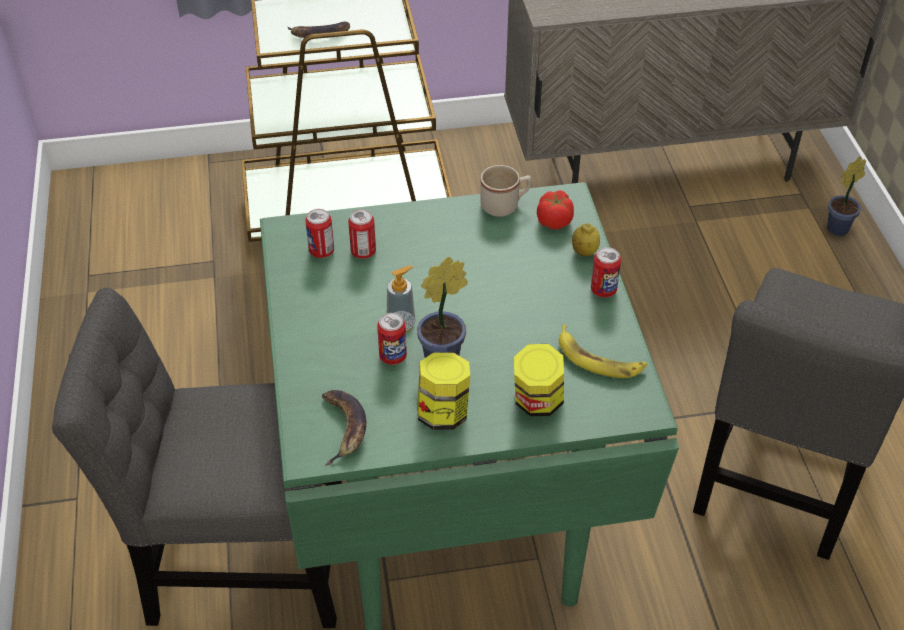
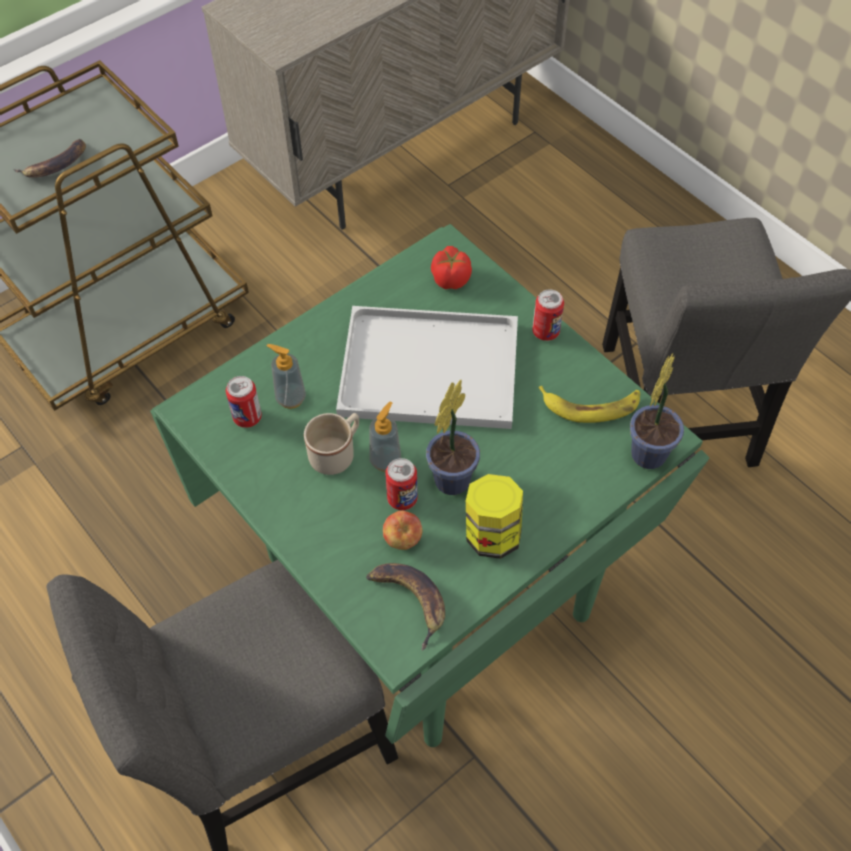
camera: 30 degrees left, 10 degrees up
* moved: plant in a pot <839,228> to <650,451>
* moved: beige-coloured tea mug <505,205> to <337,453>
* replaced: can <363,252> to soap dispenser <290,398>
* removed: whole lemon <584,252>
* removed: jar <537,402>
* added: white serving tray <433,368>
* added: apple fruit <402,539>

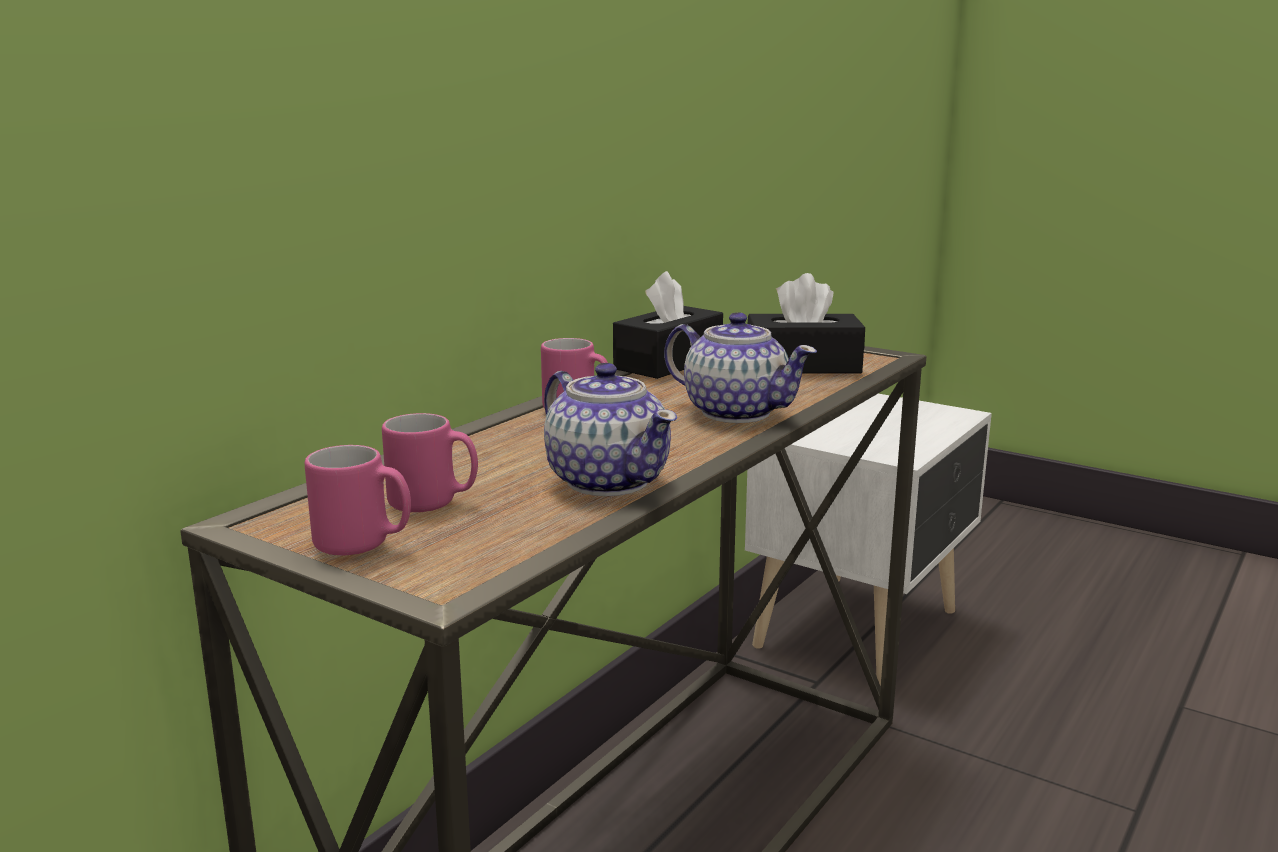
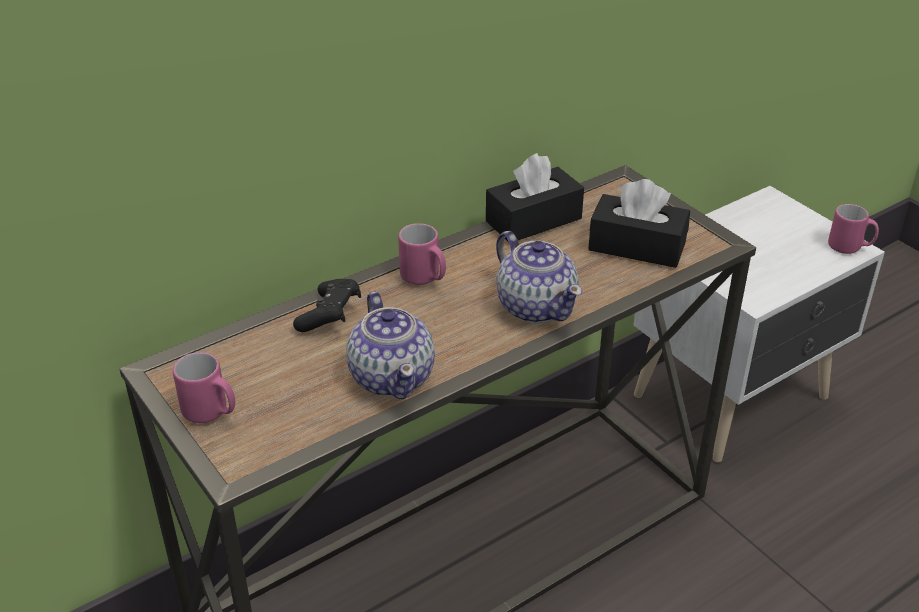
camera: 20 degrees right, 20 degrees up
* moved: pink-coloured tea mug <434,503> to <850,247>
* added: black gamepad <330,316>

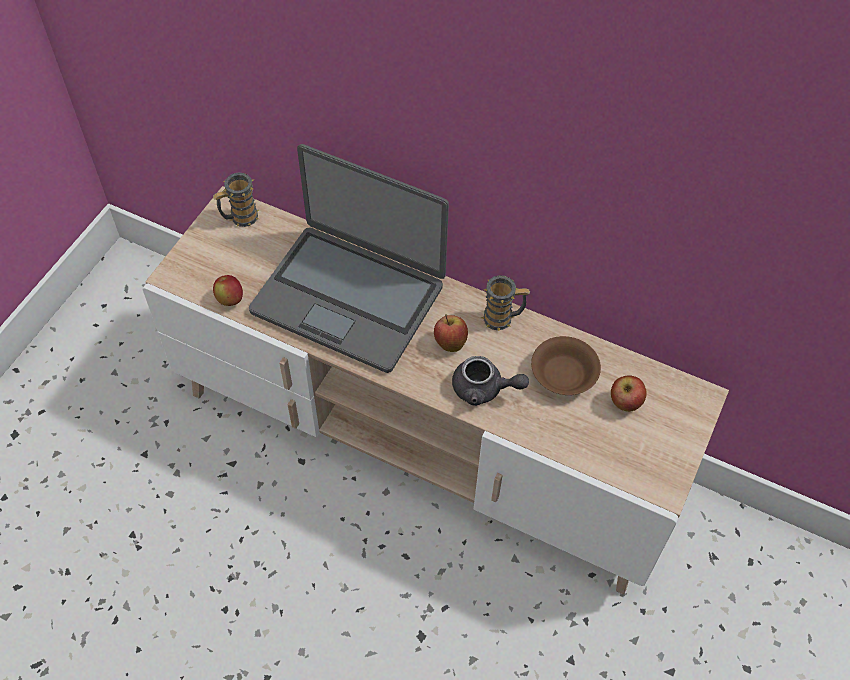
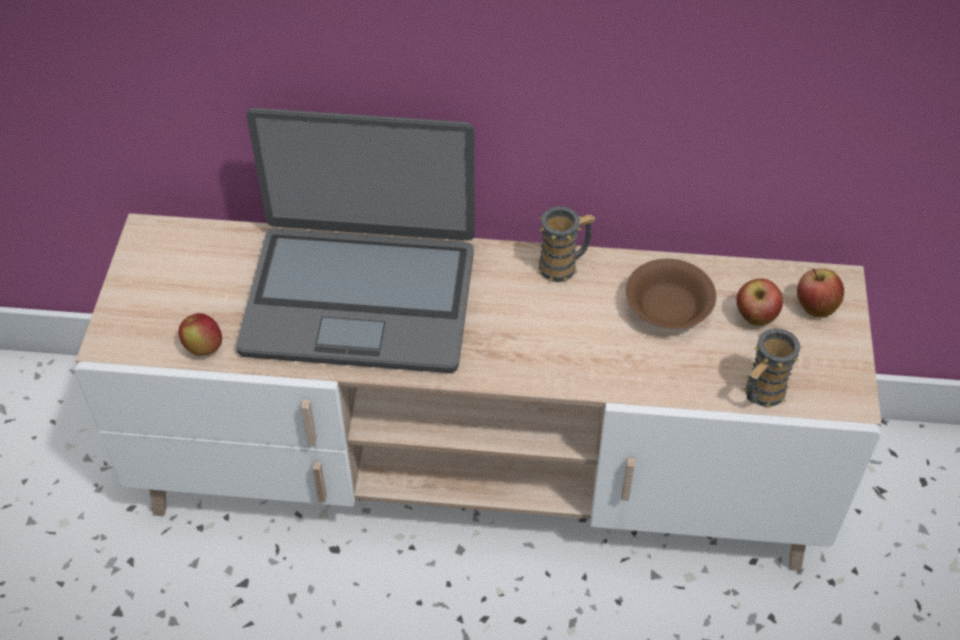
camera: 20 degrees left, 5 degrees down
* moved: tea mug <239,218> to <760,395>
* moved: apple fruit <450,343> to <815,307>
* removed: greyish tea pot <484,389>

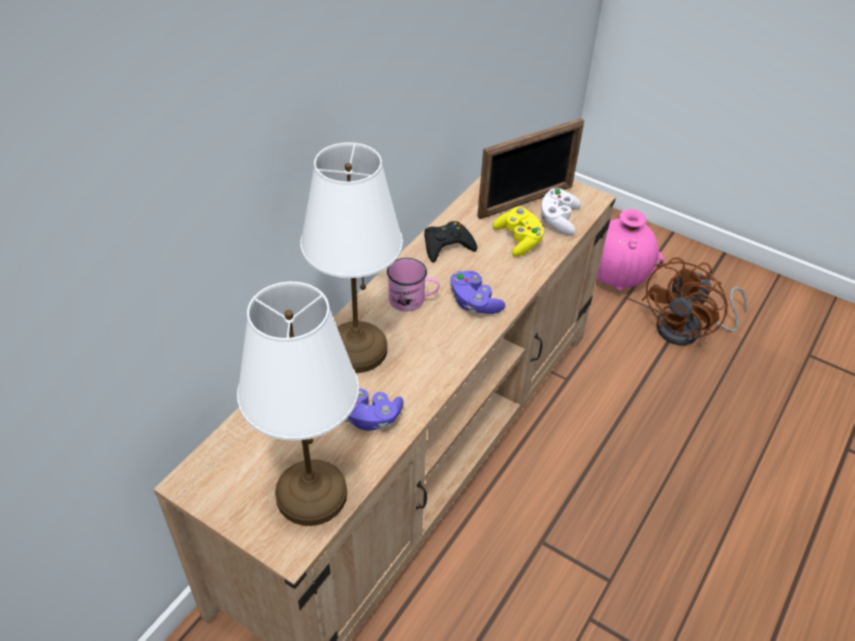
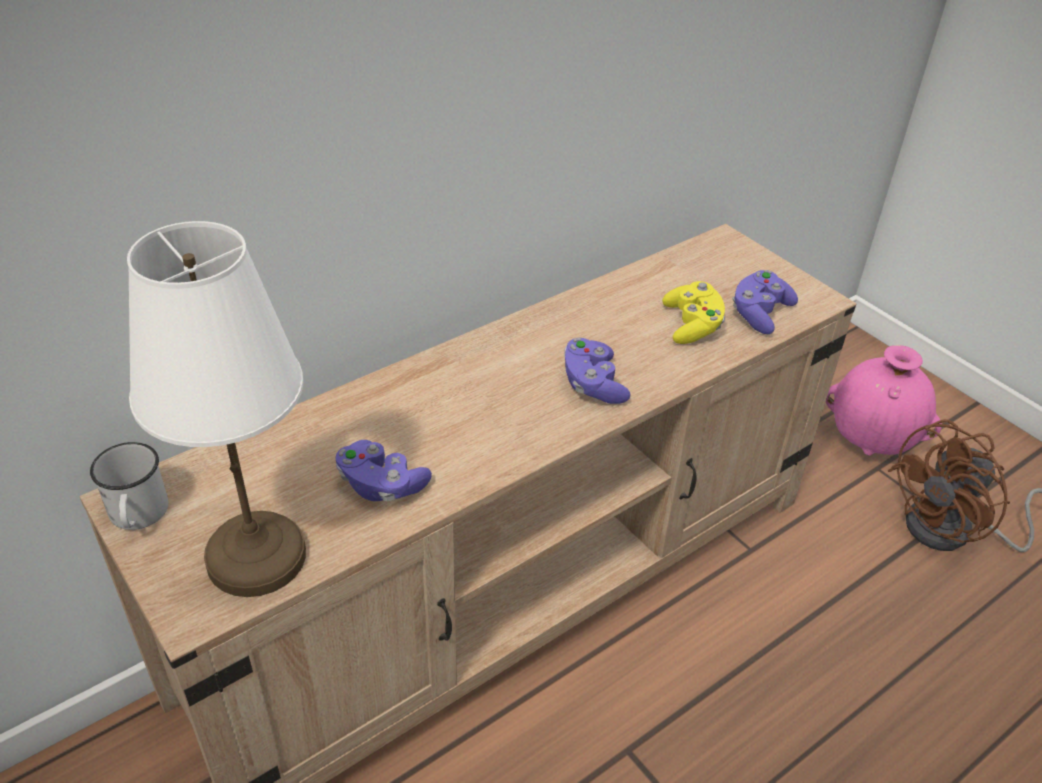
camera: 20 degrees right, 5 degrees down
* removed: photo frame <526,202>
* removed: white table lamp <355,350>
* recoloured: white gamepad <558,220> to purplish gamepad <759,314>
* removed: black gamepad <447,246>
* removed: pink-coloured tea mug <412,300>
* added: white tea mug <138,516>

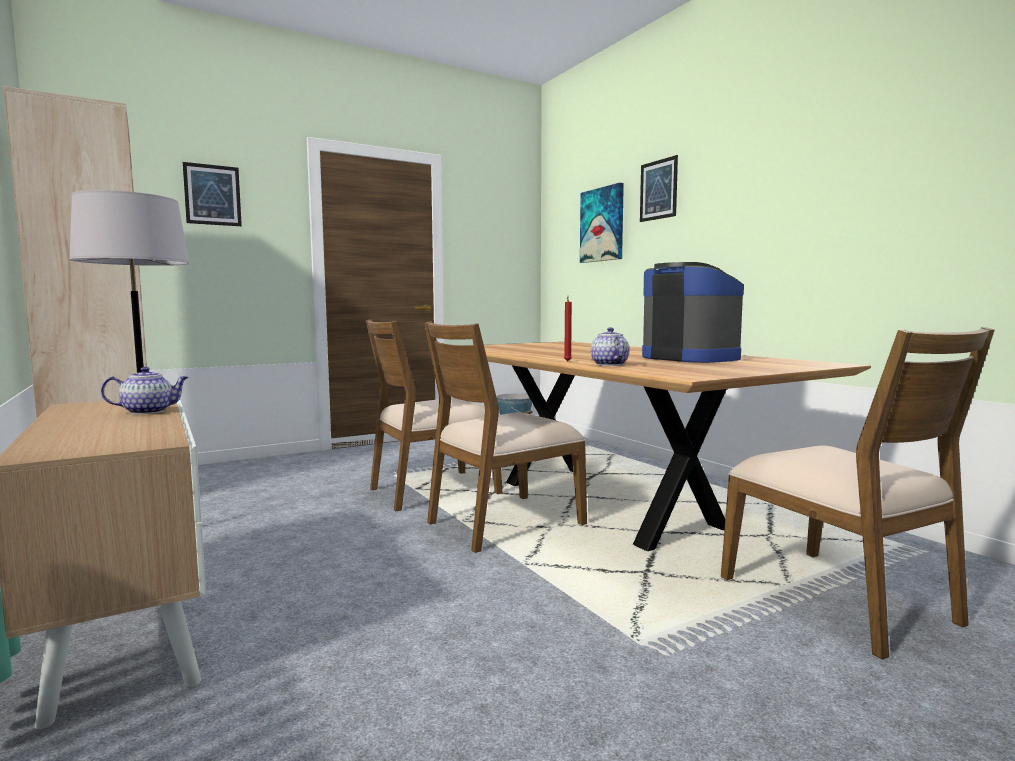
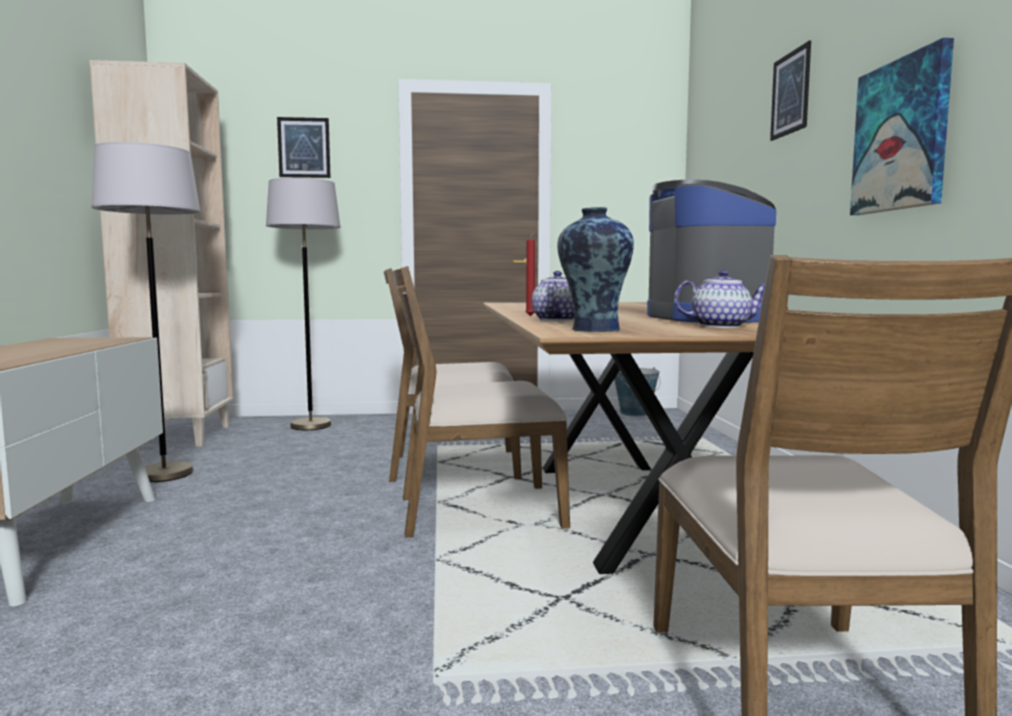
camera: 25 degrees right, 0 degrees up
* moved: wall art <602,225> to <901,135>
* moved: tea pot <149,411> to <721,326>
* added: greyish standard lamp <311,426>
* added: vase <593,330>

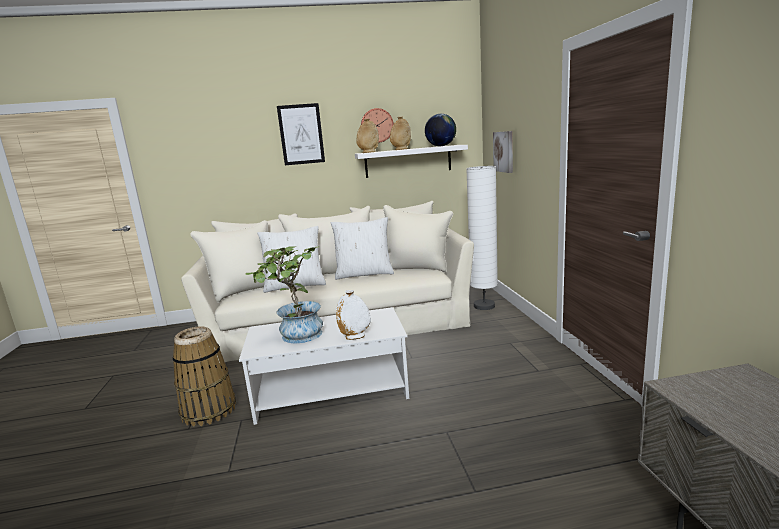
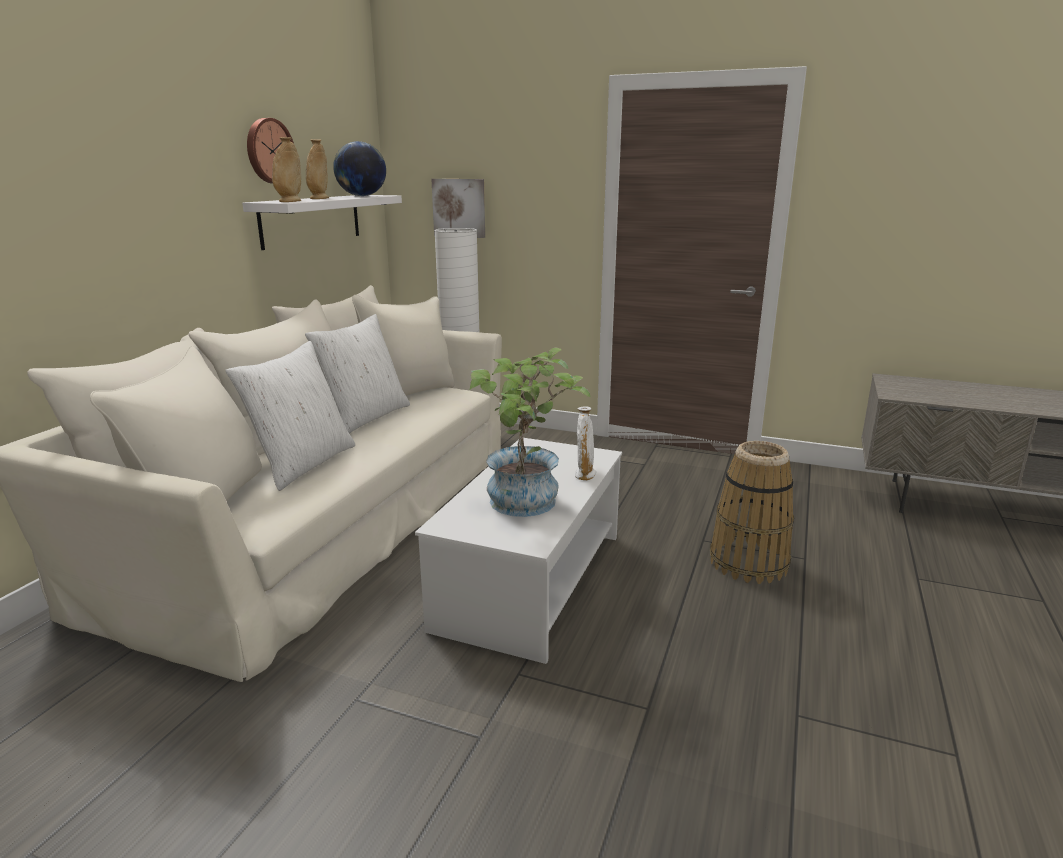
camera: 60 degrees left, 5 degrees up
* removed: wall art <301,134>
* moved: household basket <208,410> to <749,562>

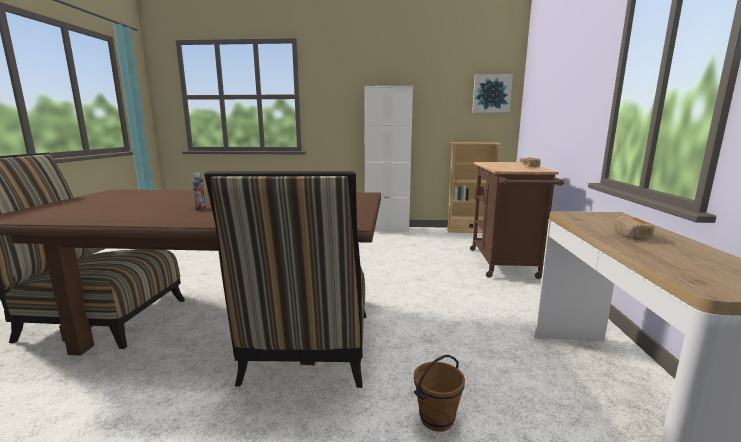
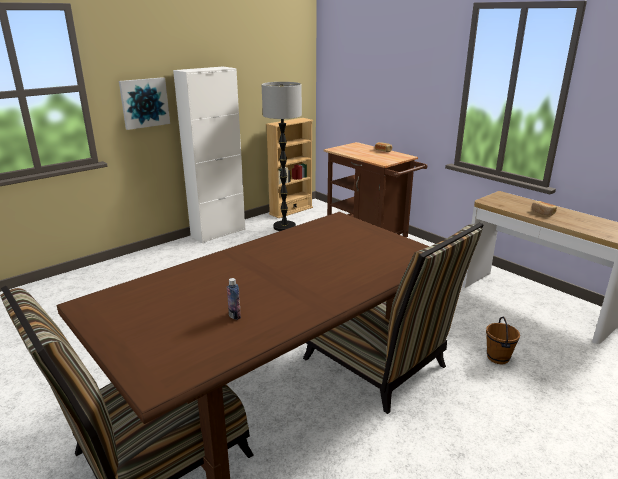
camera: 45 degrees left, 10 degrees up
* moved: wall art <491,93> to <144,103>
* moved: drink bottle <200,208> to <234,316>
* added: standard lamp <284,227>

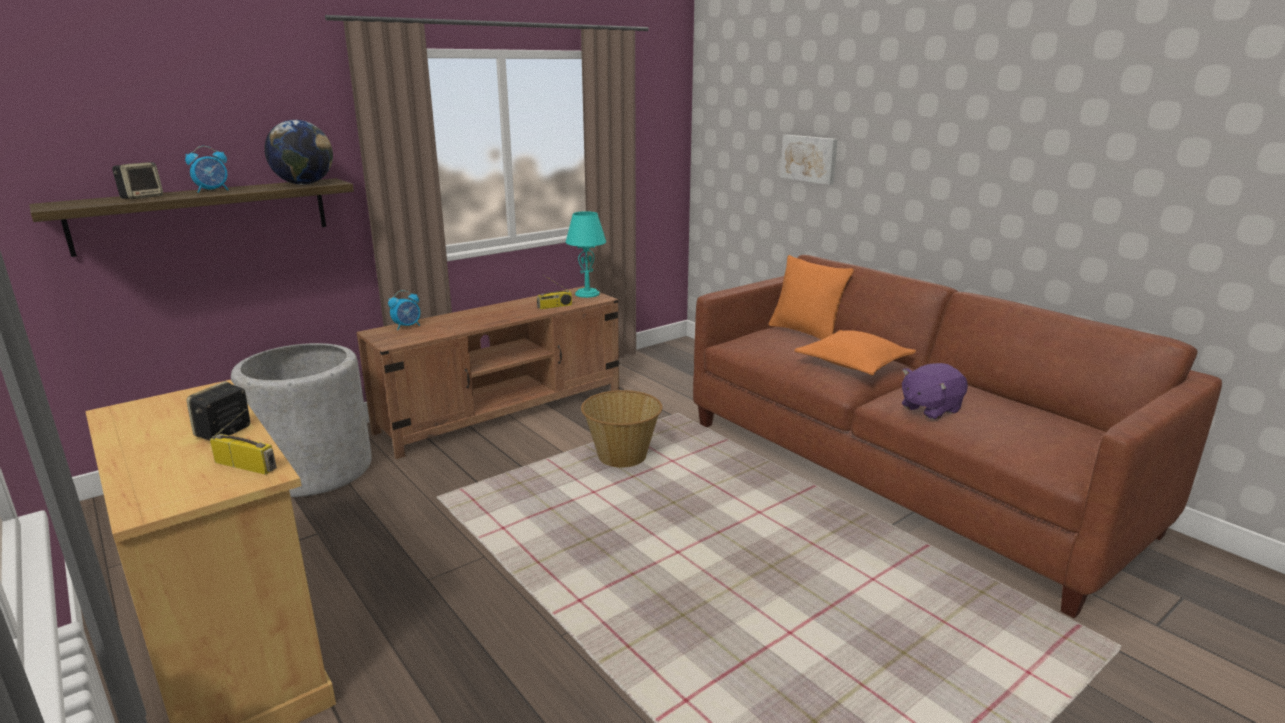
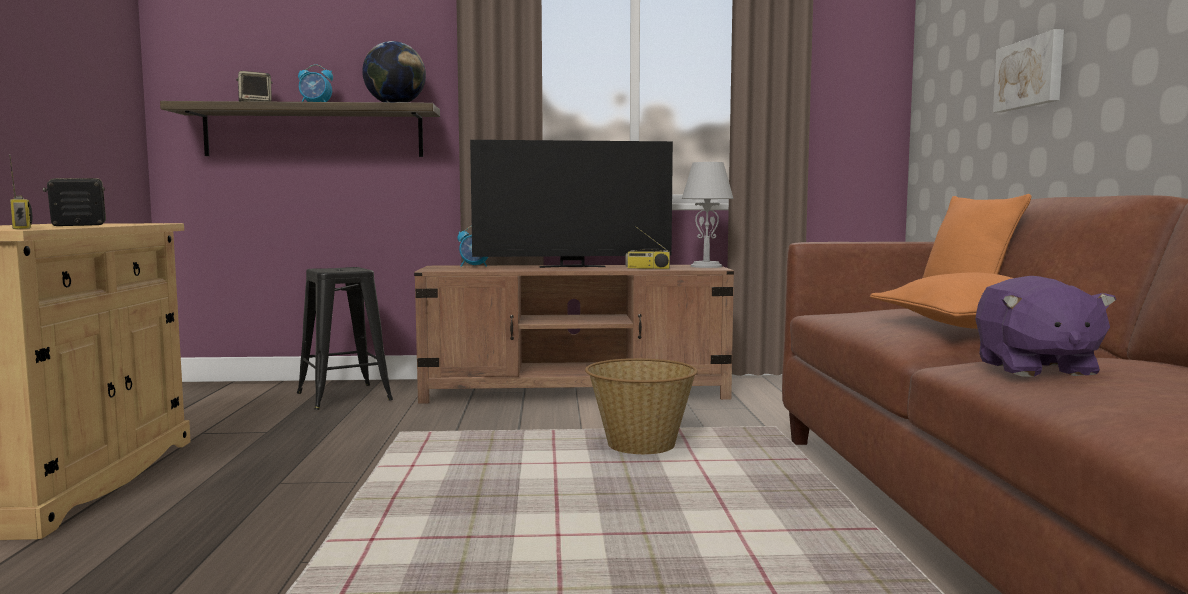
camera: 35 degrees right, 15 degrees down
* recoloured: turquoise table lamp <587,294> to greyish table lamp <706,266>
* replaced: greyish plant pot <314,469> to black stool <344,396>
* turned: purplish plush toy <929,409> = <1034,369> 90 degrees counterclockwise
* added: television <572,267>

